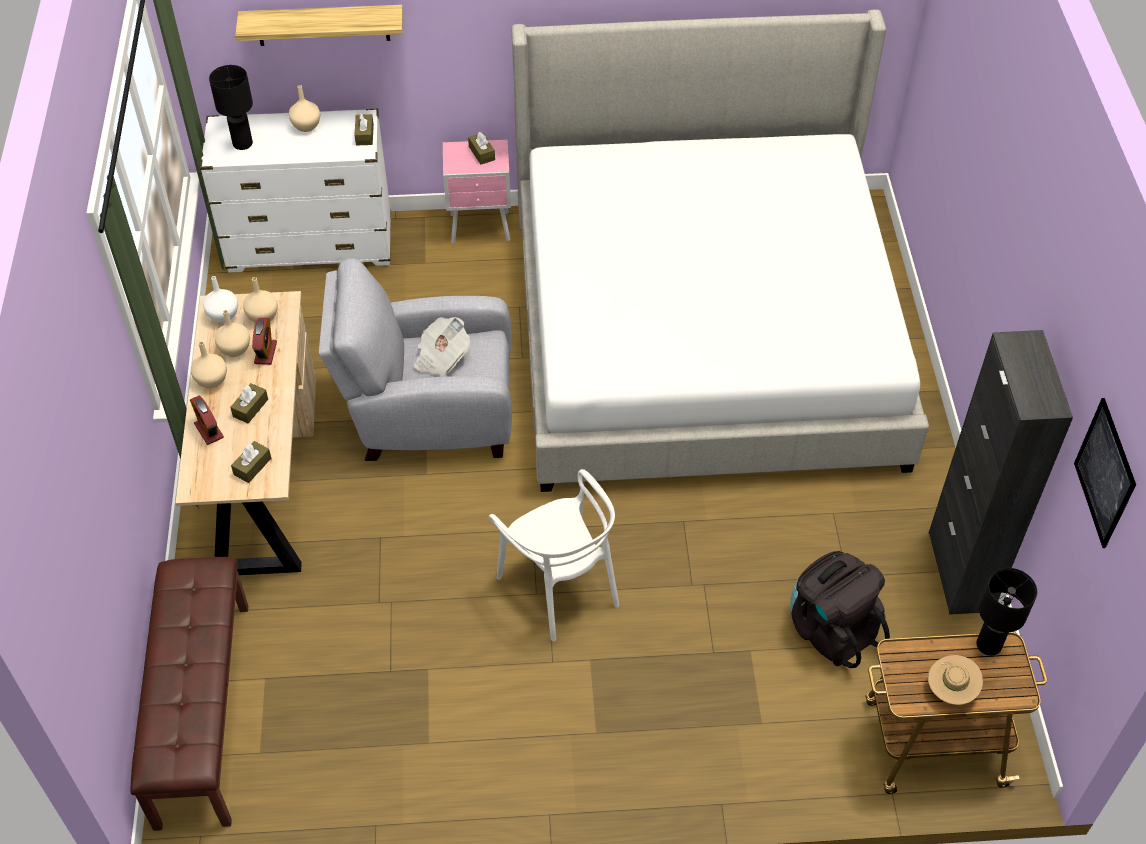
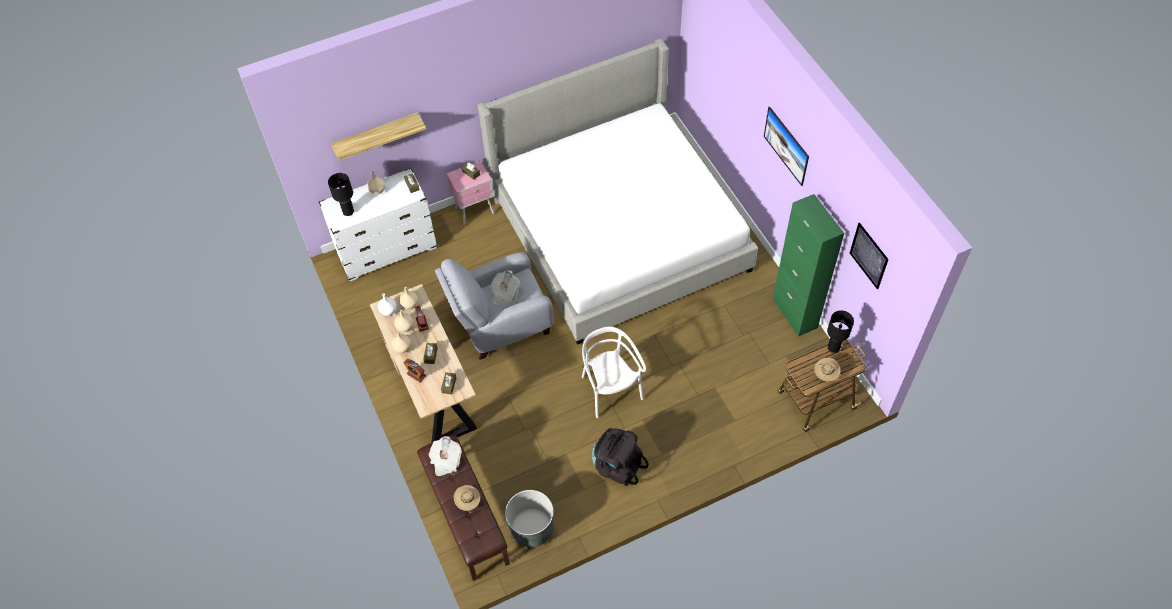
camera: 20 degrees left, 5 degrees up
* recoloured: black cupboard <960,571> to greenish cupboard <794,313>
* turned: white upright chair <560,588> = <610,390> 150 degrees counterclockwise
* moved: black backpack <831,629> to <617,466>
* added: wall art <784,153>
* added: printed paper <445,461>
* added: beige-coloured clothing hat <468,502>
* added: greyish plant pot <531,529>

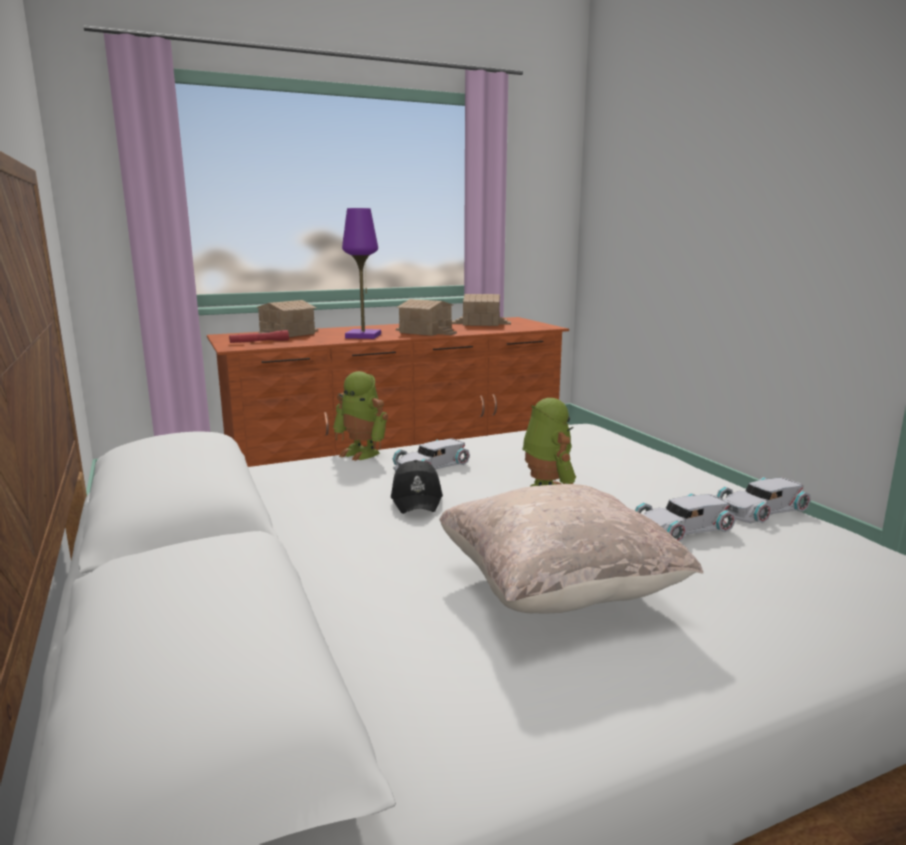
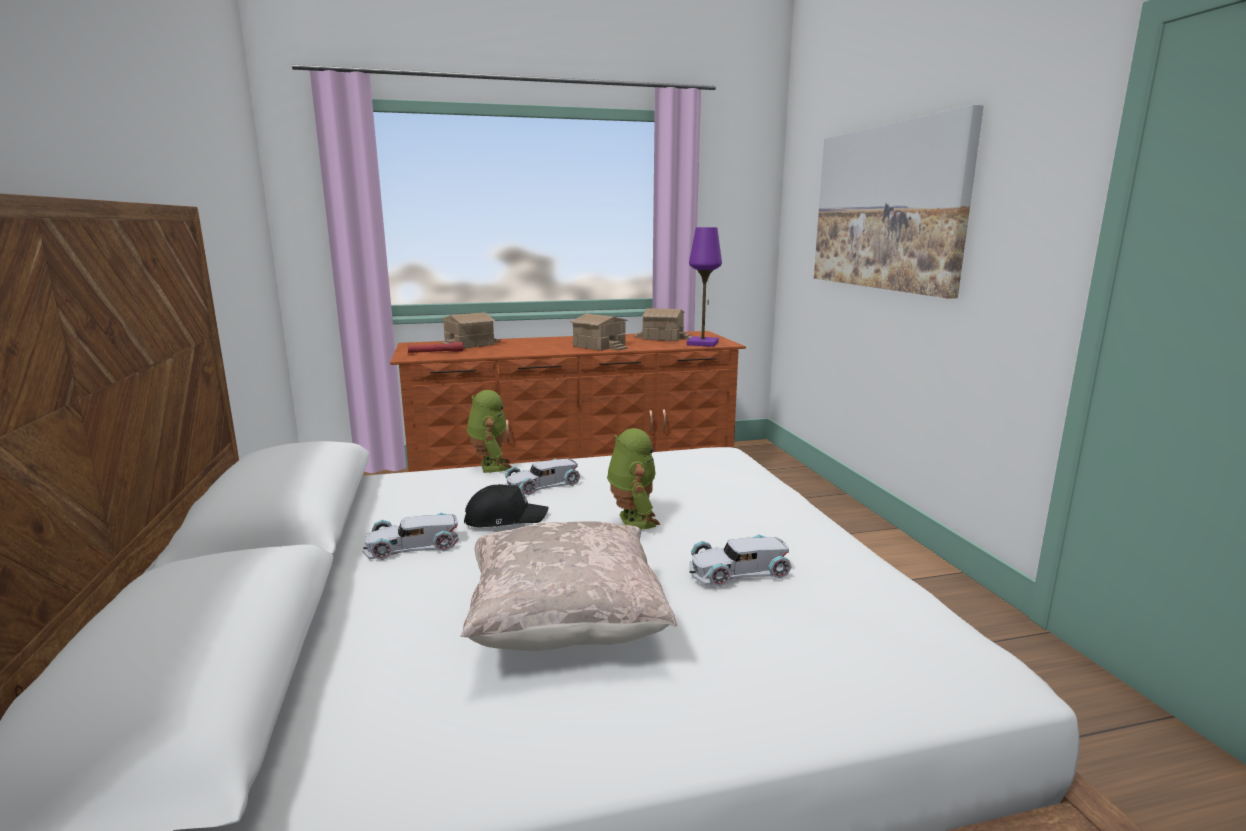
camera: 10 degrees right, 0 degrees up
* moved: purplish table lamp <363,336> to <702,343>
* turned: model robot <362,453> = <490,466> 150 degrees counterclockwise
* turned: black peaked cap <417,499> = <504,518> 105 degrees counterclockwise
* moved: white miniature car <759,508> to <412,544>
* added: wall art <887,208>

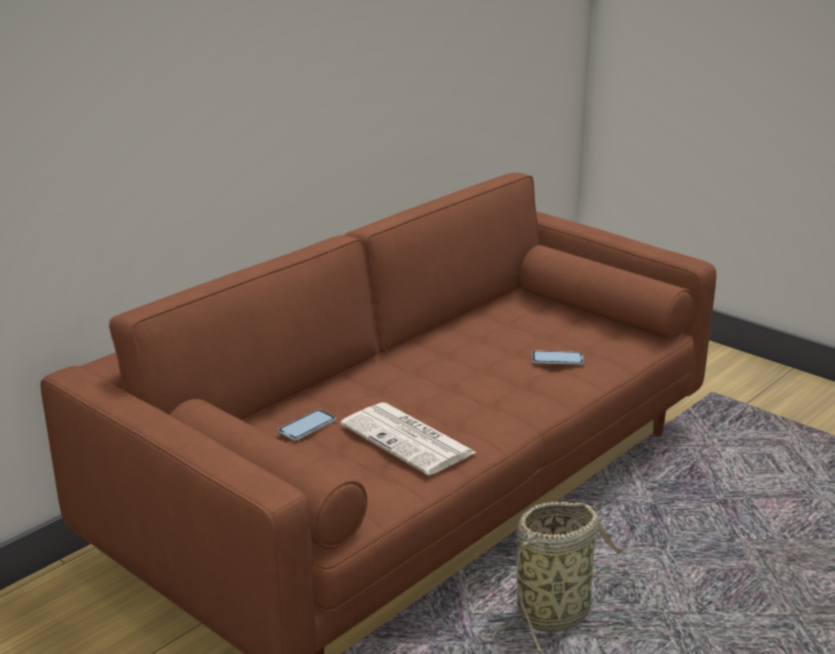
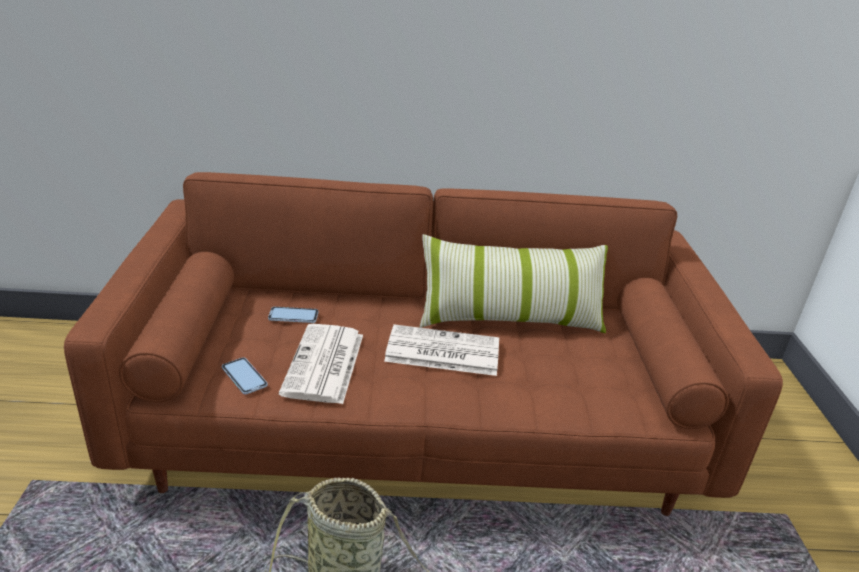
camera: 45 degrees right, 5 degrees up
* moved: telephone <557,359> to <244,376>
* added: throw pillow <510,319>
* added: printed paper <441,351>

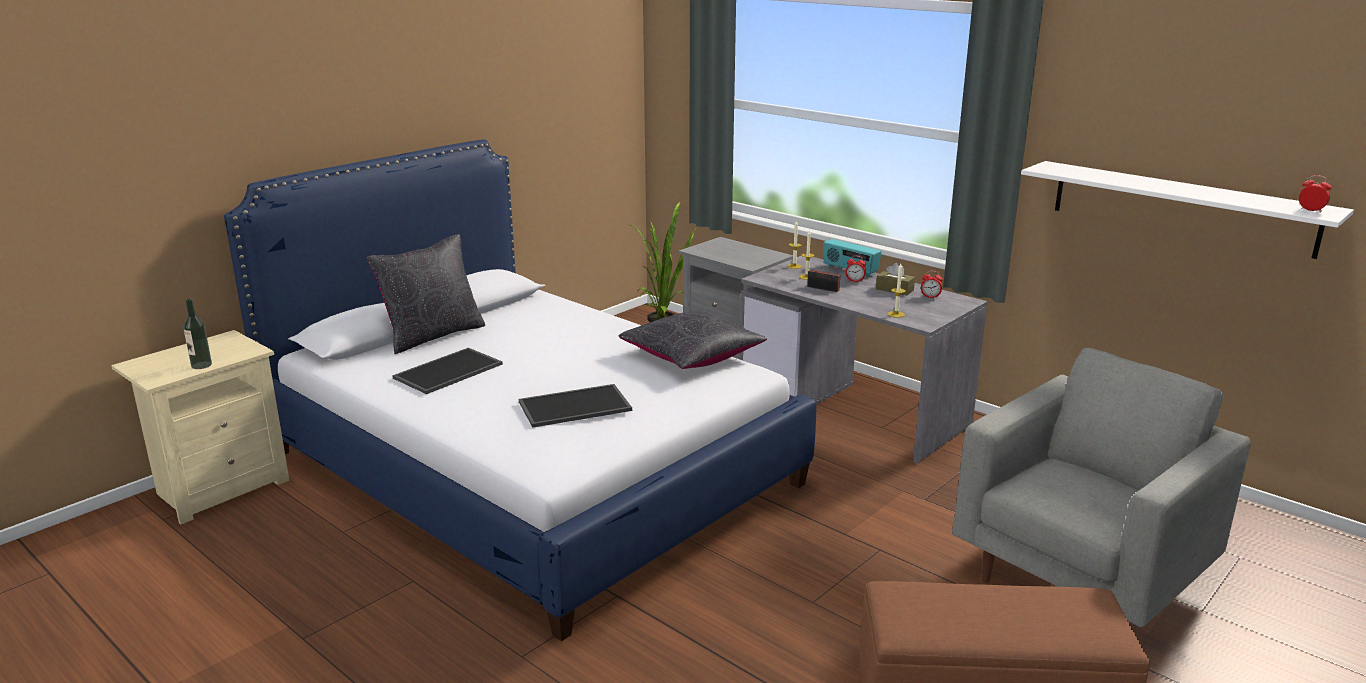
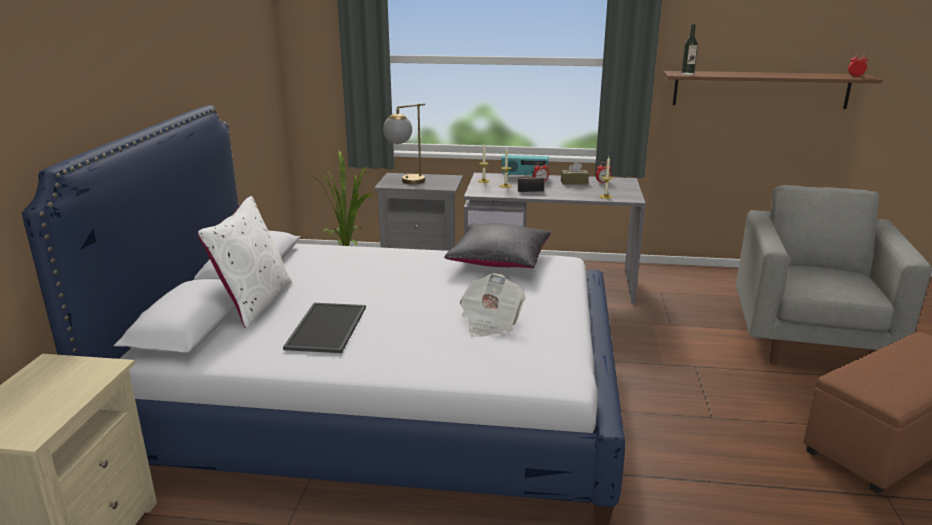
camera: 35 degrees left, 0 degrees up
* recoloured: white bracket shelf <1181,207> to brownish bracket shelf <760,89>
* recoloured: black throw pillow <432,335> to white throw pillow <254,303>
* moved: drink bottle <201,365> to <687,73>
* replaced: serving tray <574,407> to printed paper <490,322>
* added: table lamp <405,182>

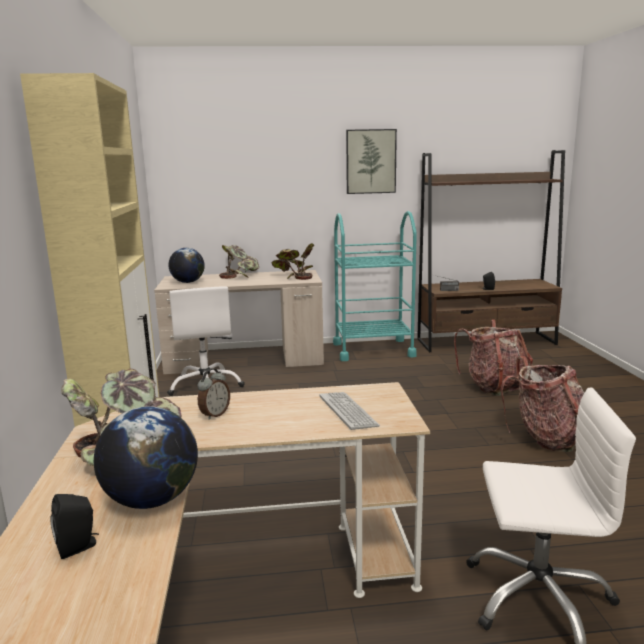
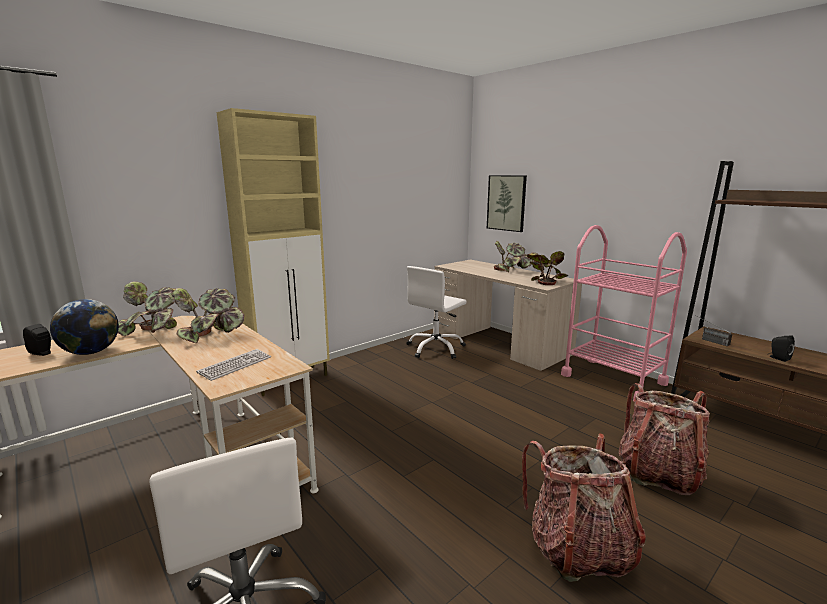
camera: 55 degrees right, 0 degrees up
* moved: wall art <370,161> to <506,203>
* recoloured: turquoise trolley <373,350> to pink-coloured trolley <613,379>
* removed: desk globe <188,282>
* replaced: bedside clock <214,414> to plant in a pot <211,335>

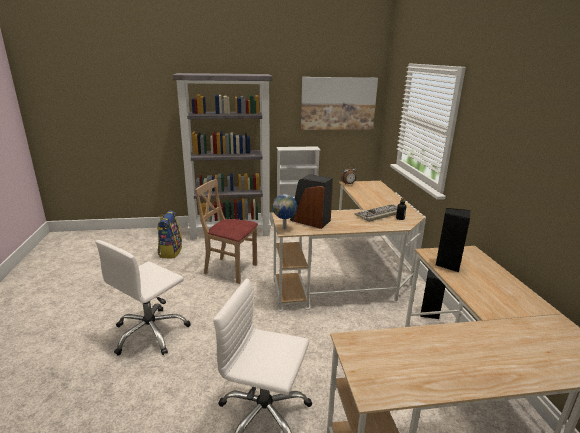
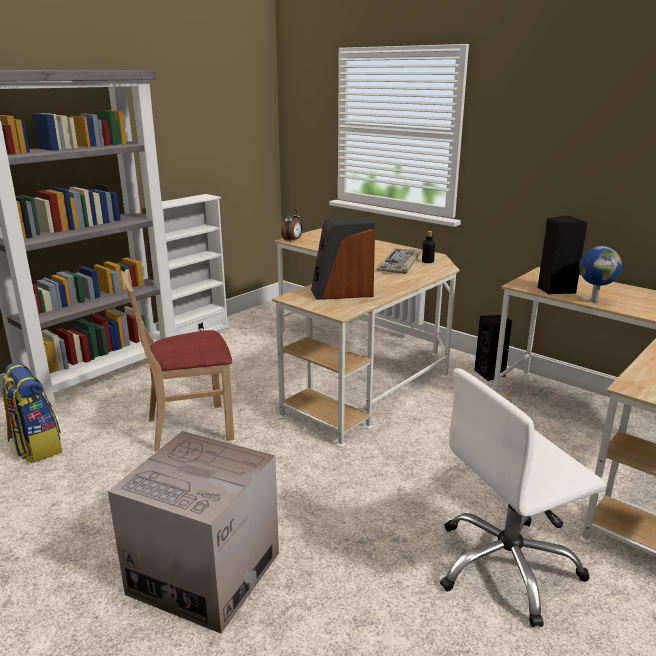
camera: 40 degrees left, 0 degrees up
* removed: wall art <338,103>
* moved: desk globe <284,228> to <593,301>
* replaced: white desk chair <150,333> to packing box <205,573>

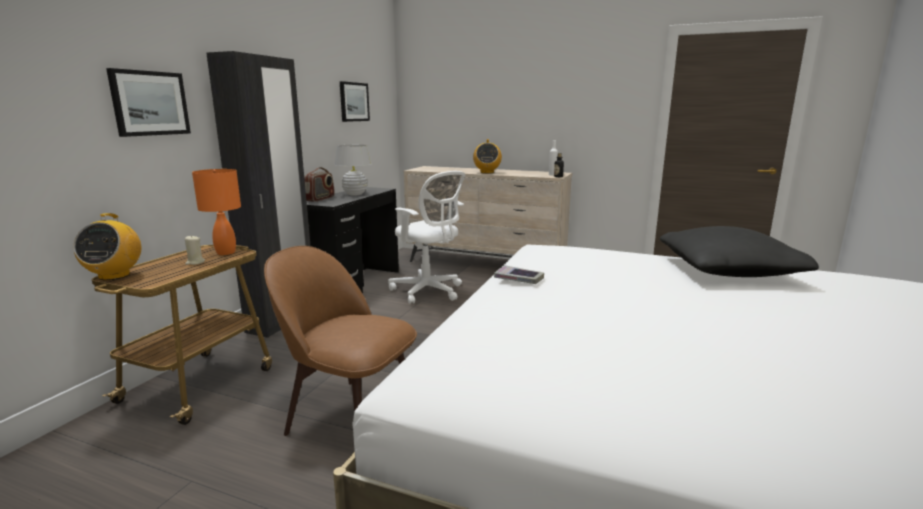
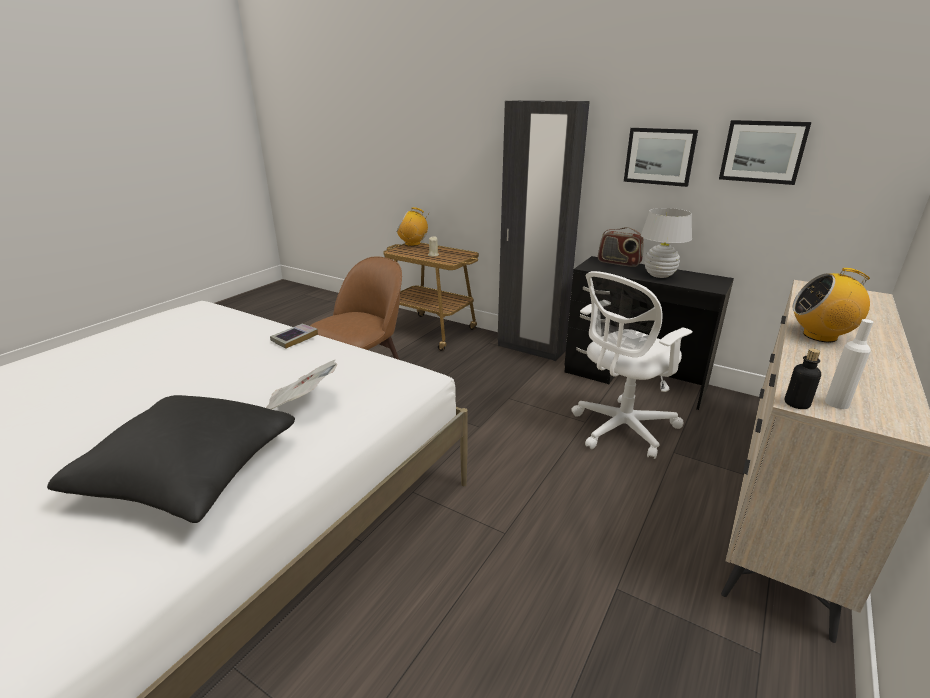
camera: 100 degrees right, 10 degrees up
* moved: wall art <150,103> to <659,156>
* removed: orange table lamp <226,252>
* added: printed paper <302,403>

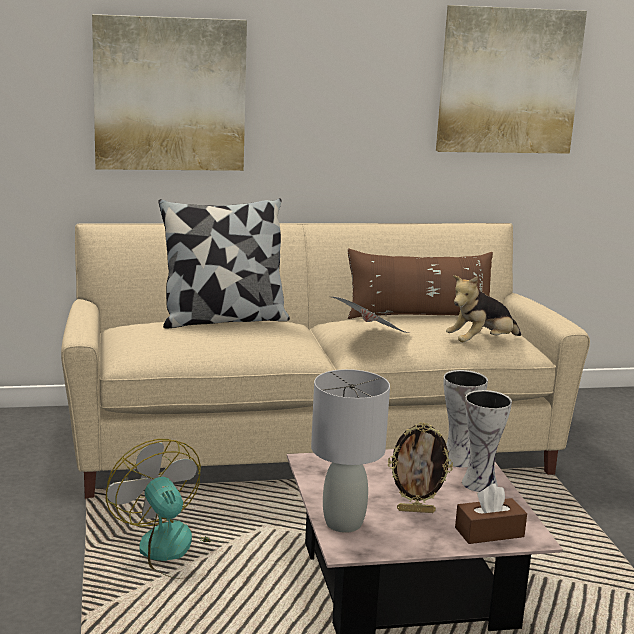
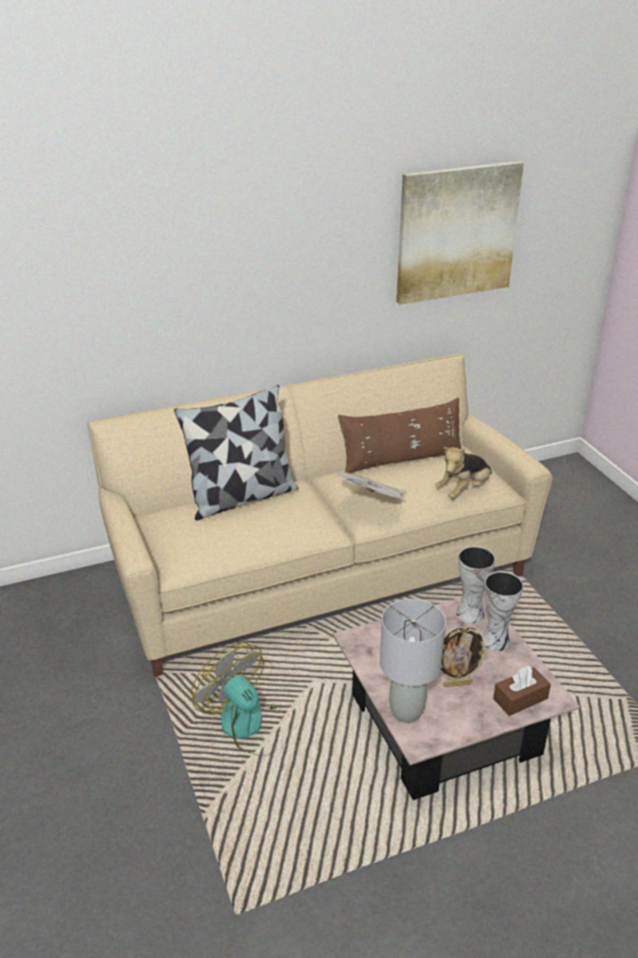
camera: 10 degrees left, 15 degrees up
* removed: wall art <170,94>

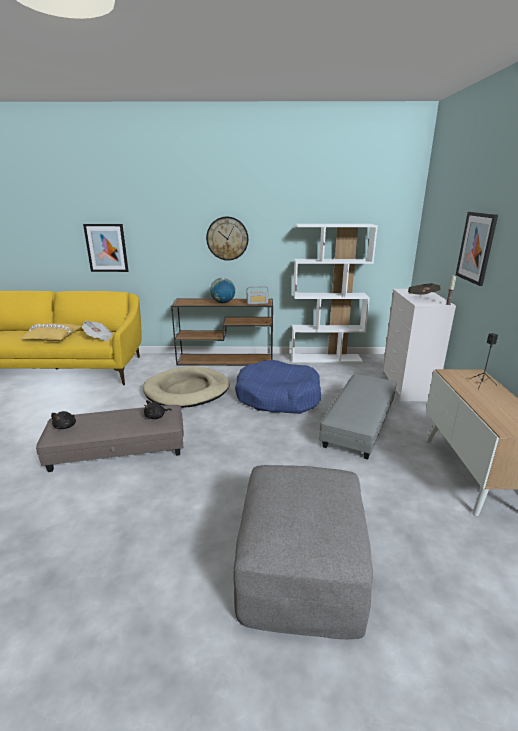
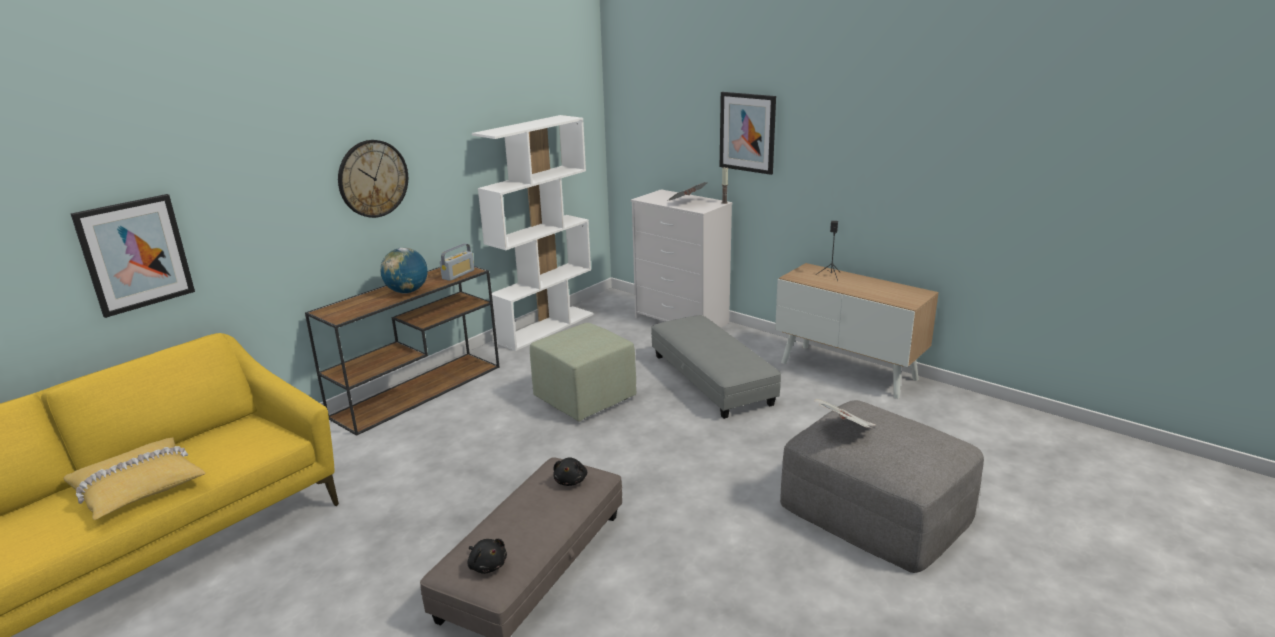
camera: 50 degrees left, 0 degrees up
* moved: printed paper <99,338> to <845,428>
* replaced: blue pet bed <278,397> to greenish ottoman <585,398>
* removed: beige-coloured pet bed <187,390>

